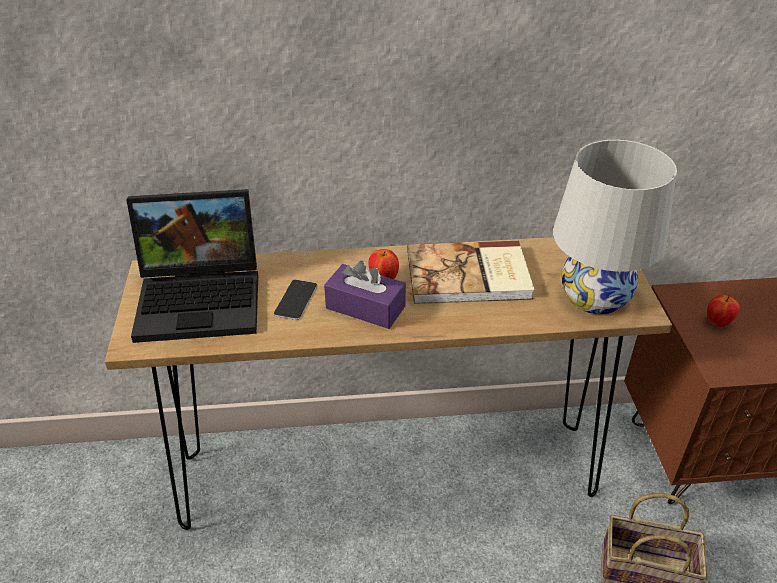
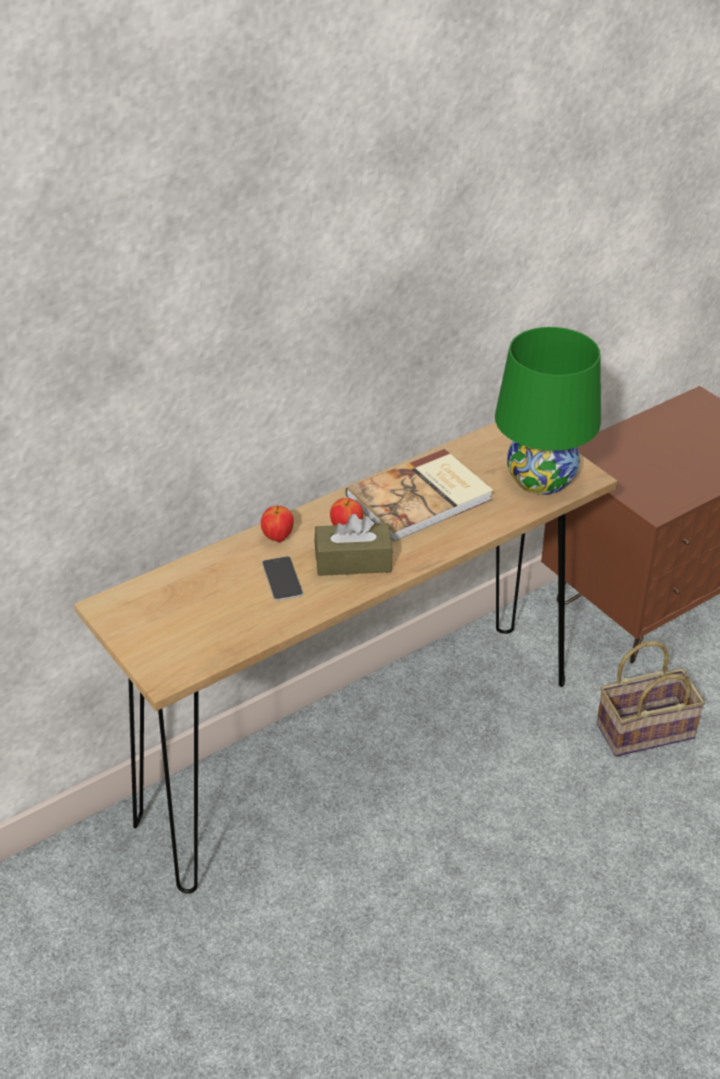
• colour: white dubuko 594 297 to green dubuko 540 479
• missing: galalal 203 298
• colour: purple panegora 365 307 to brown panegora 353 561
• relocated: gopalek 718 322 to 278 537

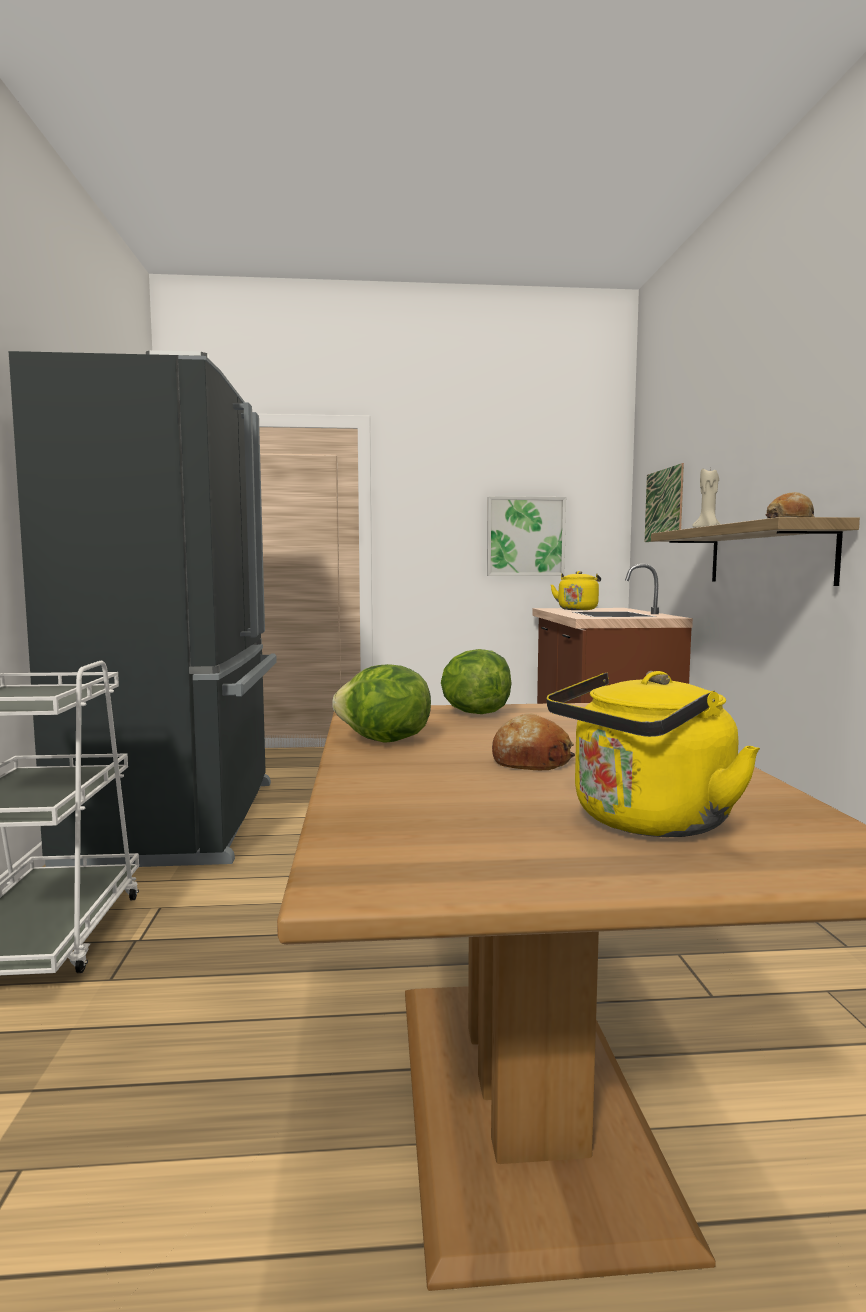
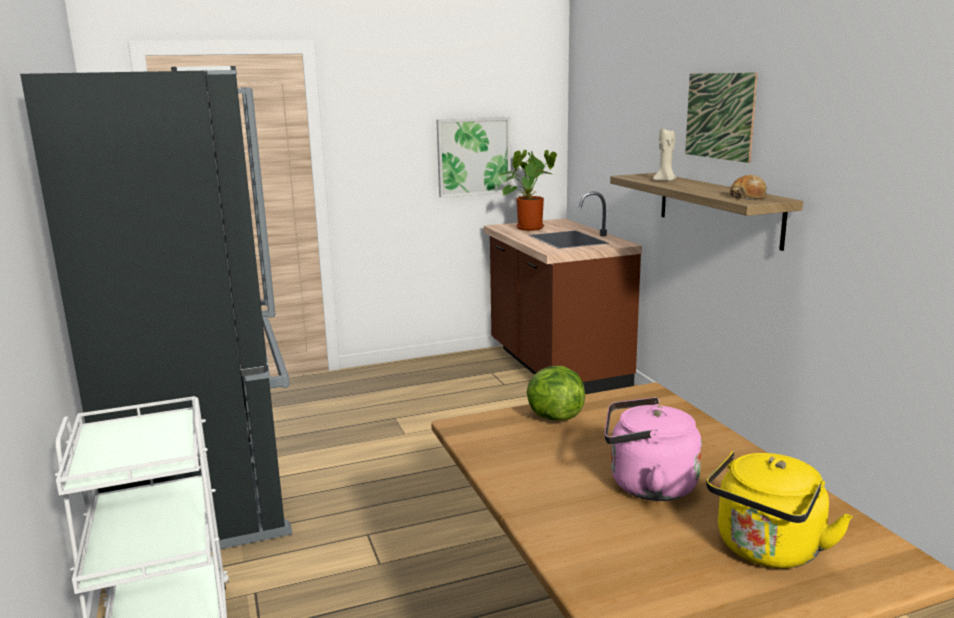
• relocated: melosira 663 505 to 719 116
• exchanged: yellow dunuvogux 578 609 to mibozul 528 227
• missing: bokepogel 384 741
• exchanged: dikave 531 761 to pink dunuvogux 646 485

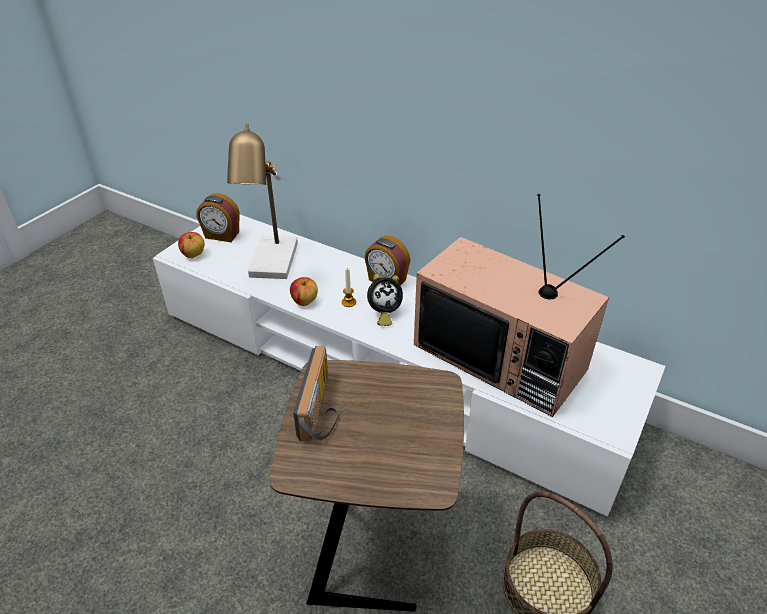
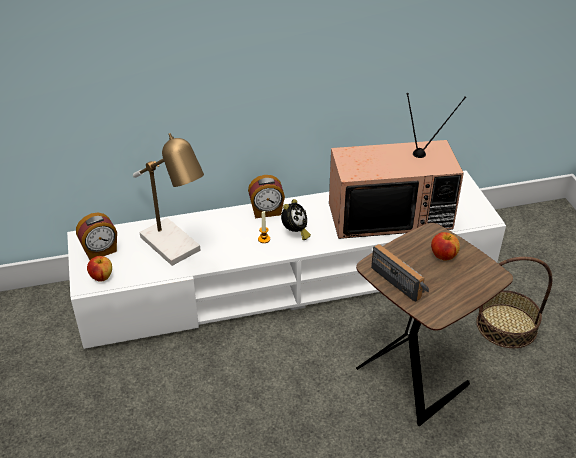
• relocated: gopalek 304 301 to 443 256

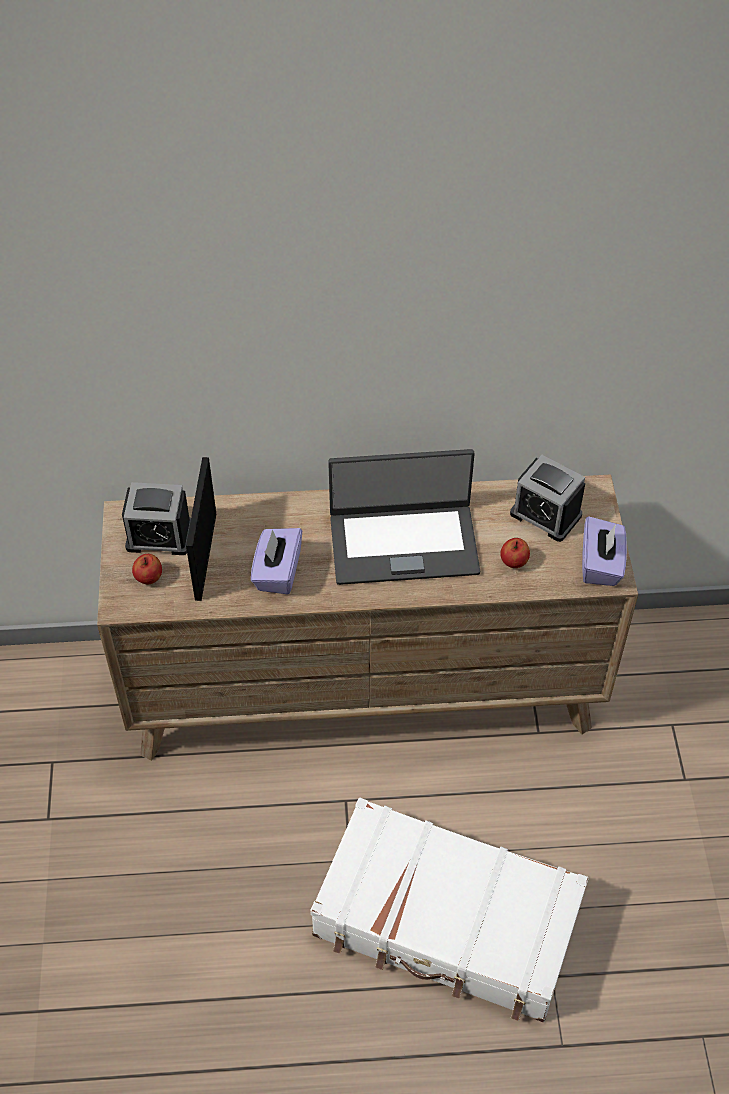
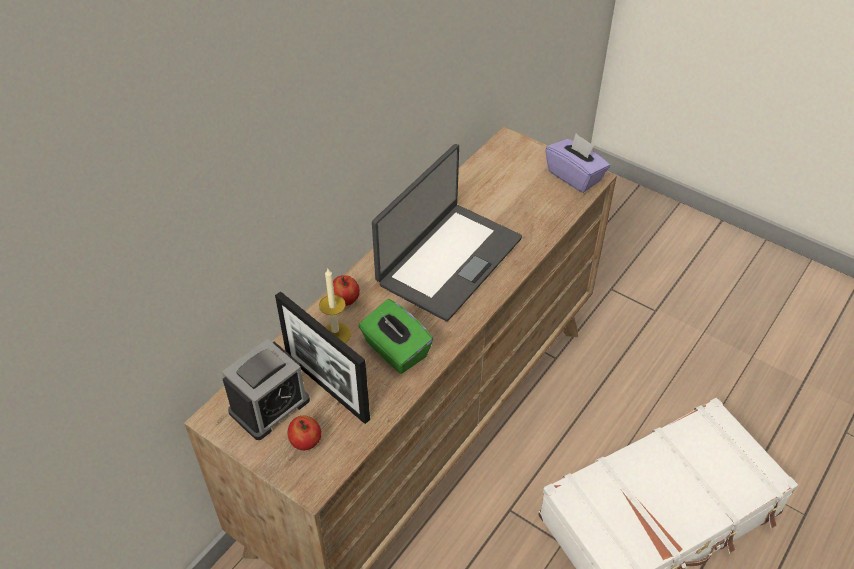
• missing: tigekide 545 514
• colour: purple panegora 277 572 to green panegora 395 351
• relocated: gopalek 513 562 to 346 300
• appeared: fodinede 335 334

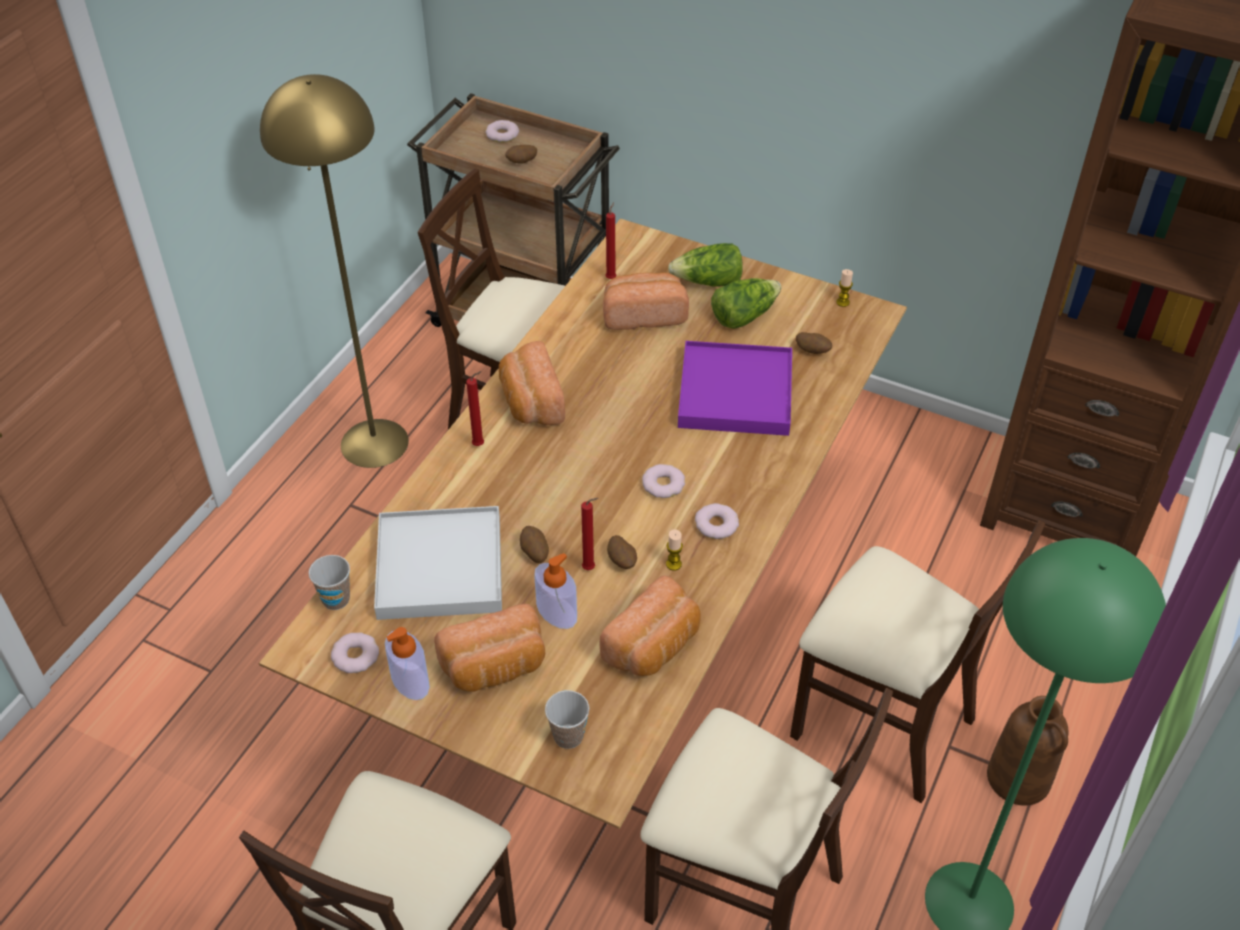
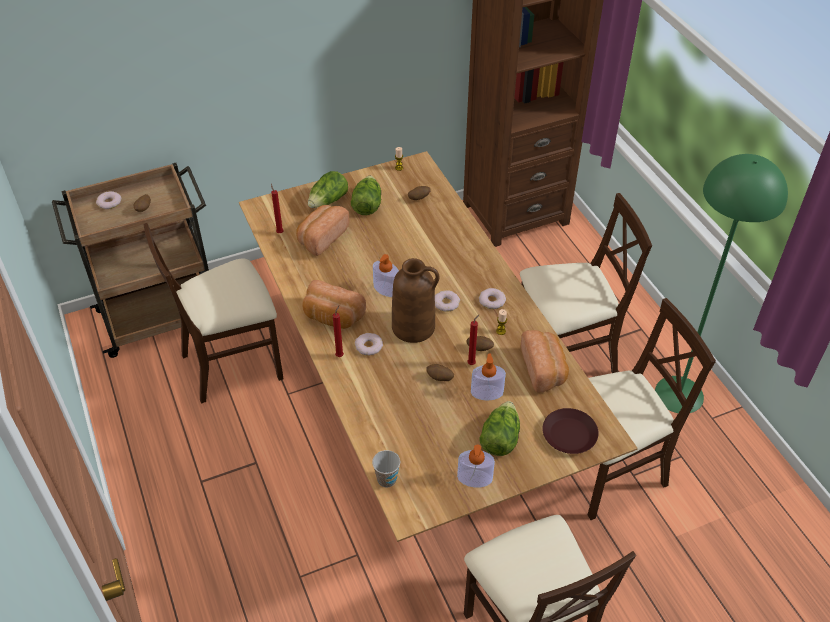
• missing: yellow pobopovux 374 443
• missing: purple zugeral 735 393
• missing: white zugeral 440 567
• exchanged: dikave 495 667 to bokepogel 499 438
• relocated: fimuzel 355 656 to 368 346
• exchanged: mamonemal 568 736 to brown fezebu 569 435
• relocated: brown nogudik 1019 779 to 414 327
• appeared: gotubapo 386 289

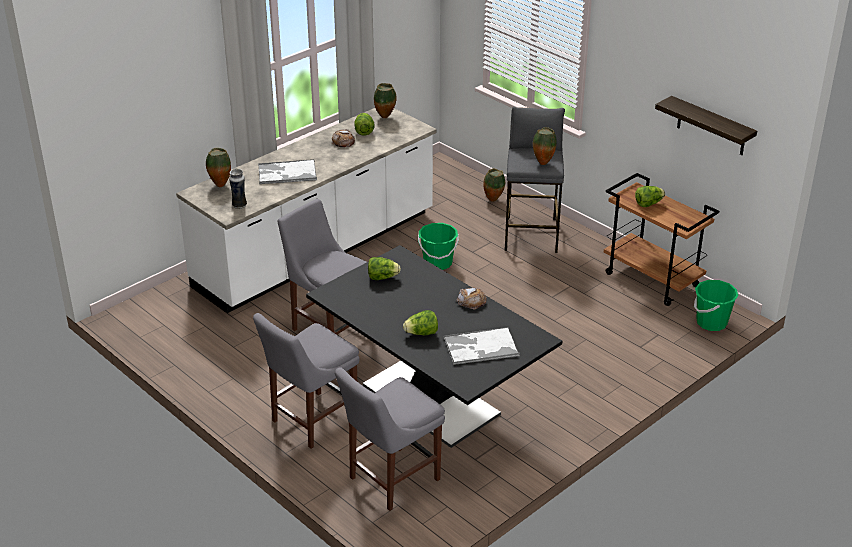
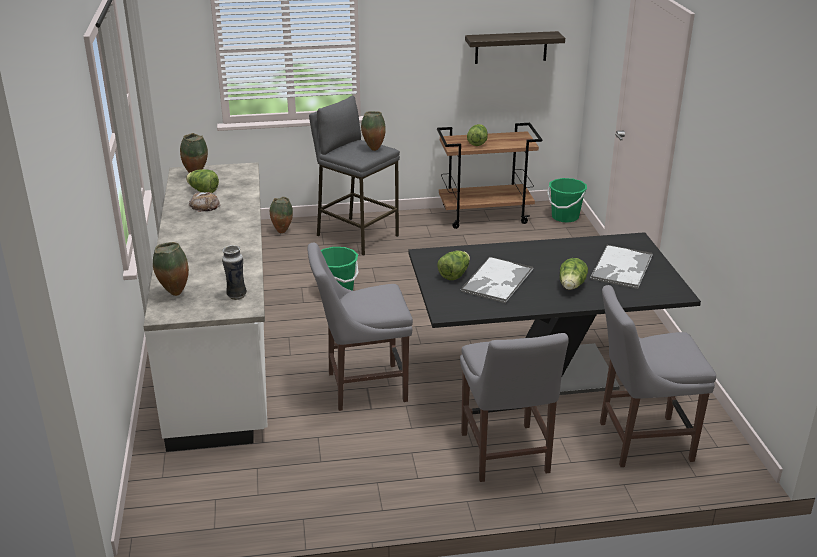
• relocated: zugeral 286 173 to 497 281
• missing: dikave 471 301
• spun: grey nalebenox 390 480 = 640 441 90 degrees clockwise

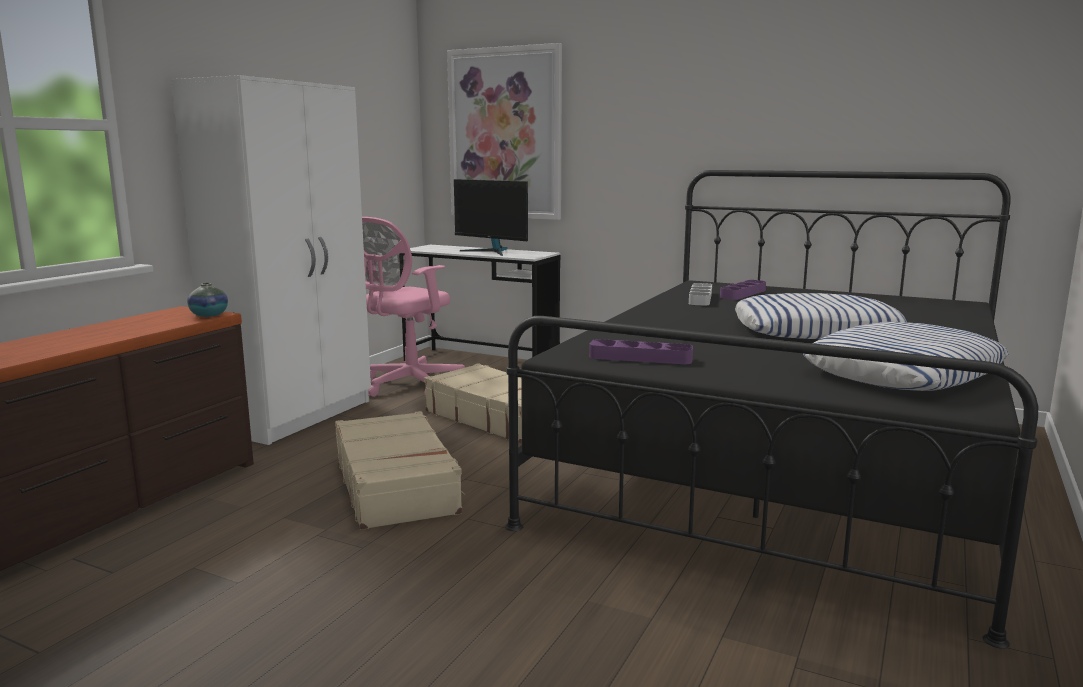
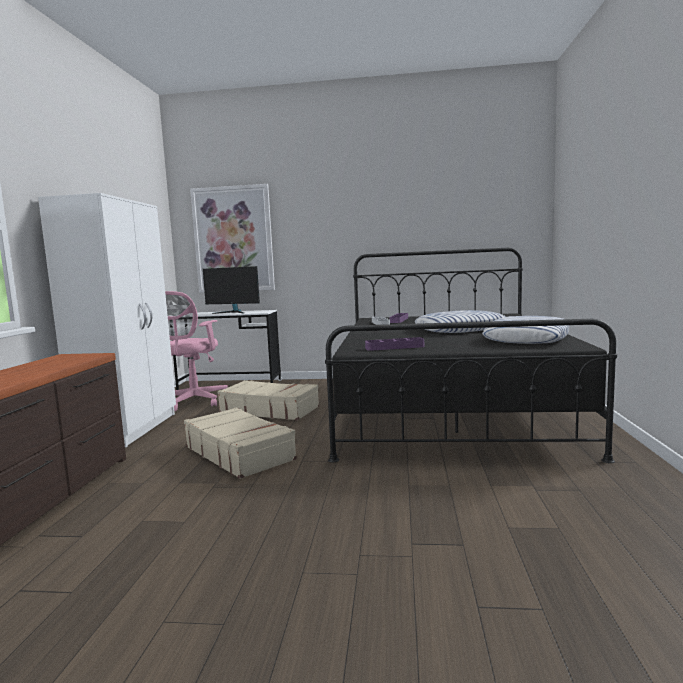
• missing: nogudik 209 315

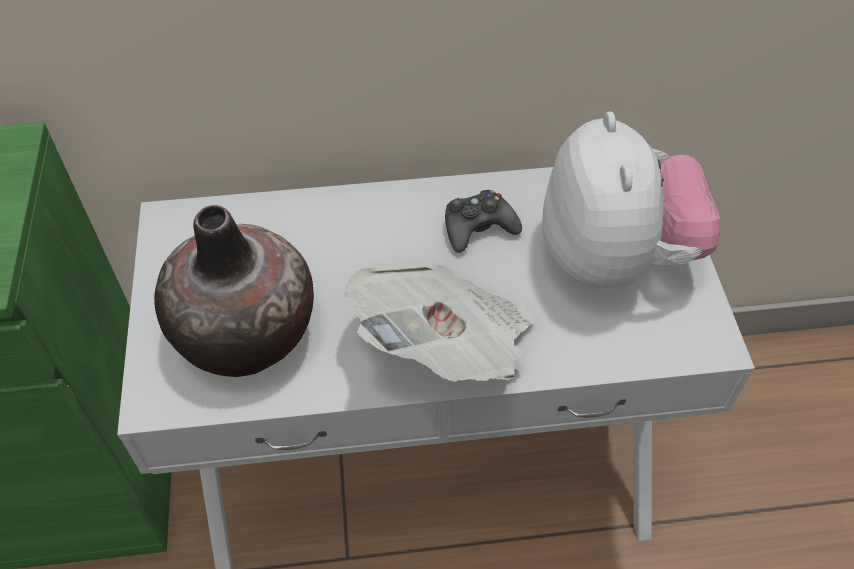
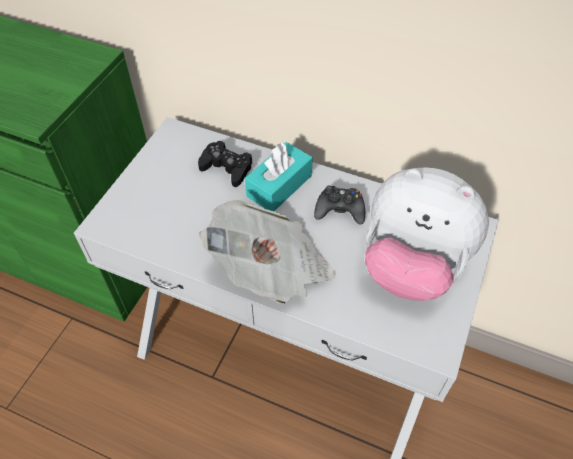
• spun: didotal 614 259 = 411 266 90 degrees clockwise
• missing: nogudik 246 333
• appeared: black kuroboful 226 168
• appeared: turquoise panegora 279 186

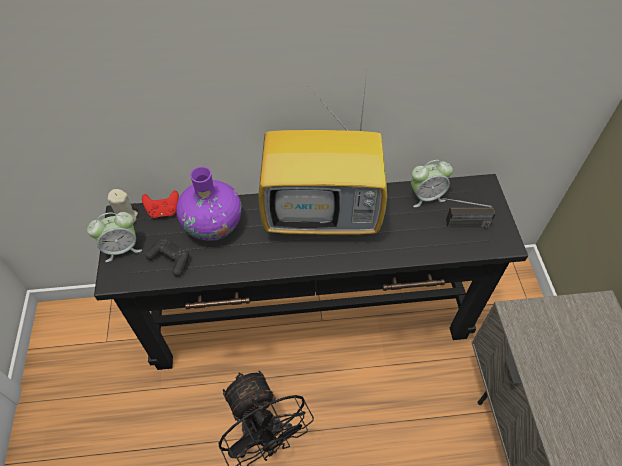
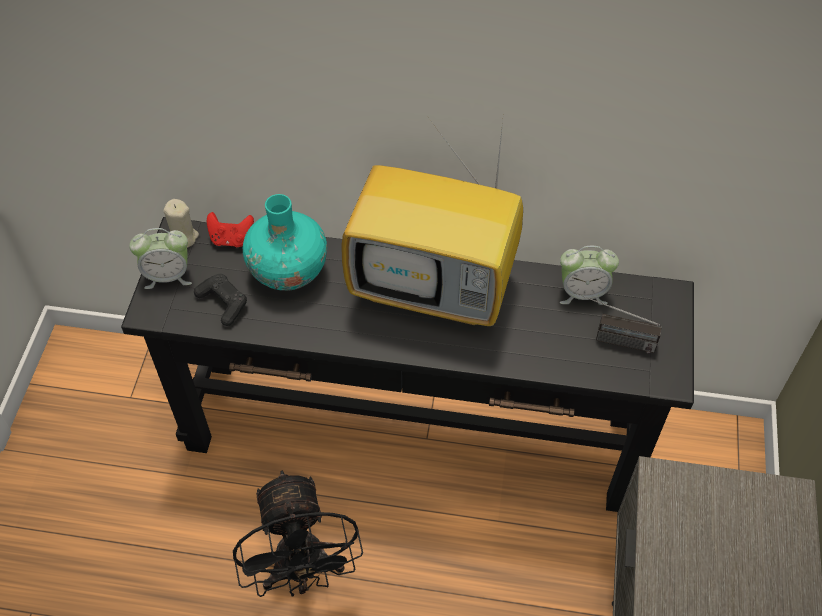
• colour: purple nogudik 213 225 to turquoise nogudik 288 271

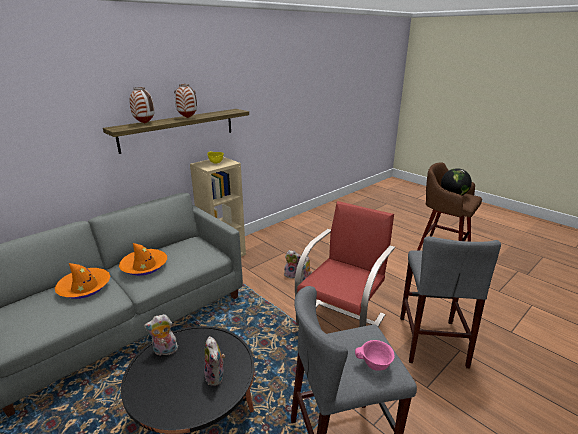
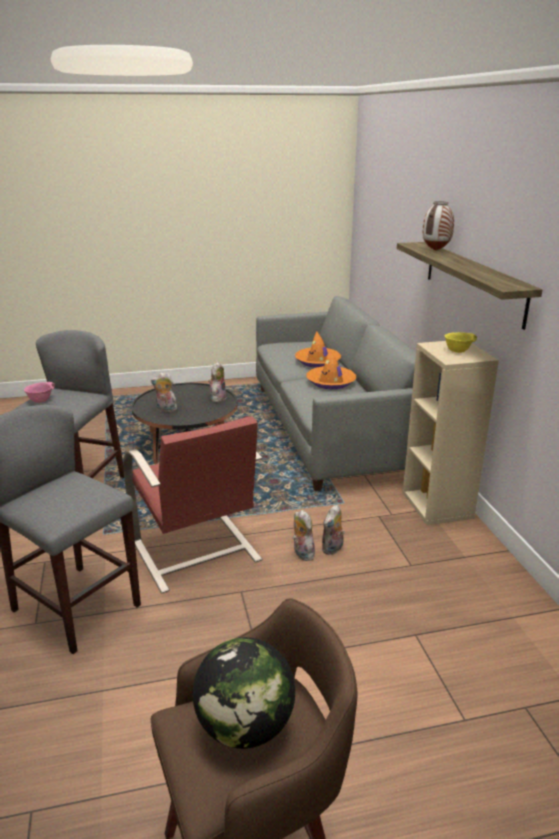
• missing: nogudik 188 118

